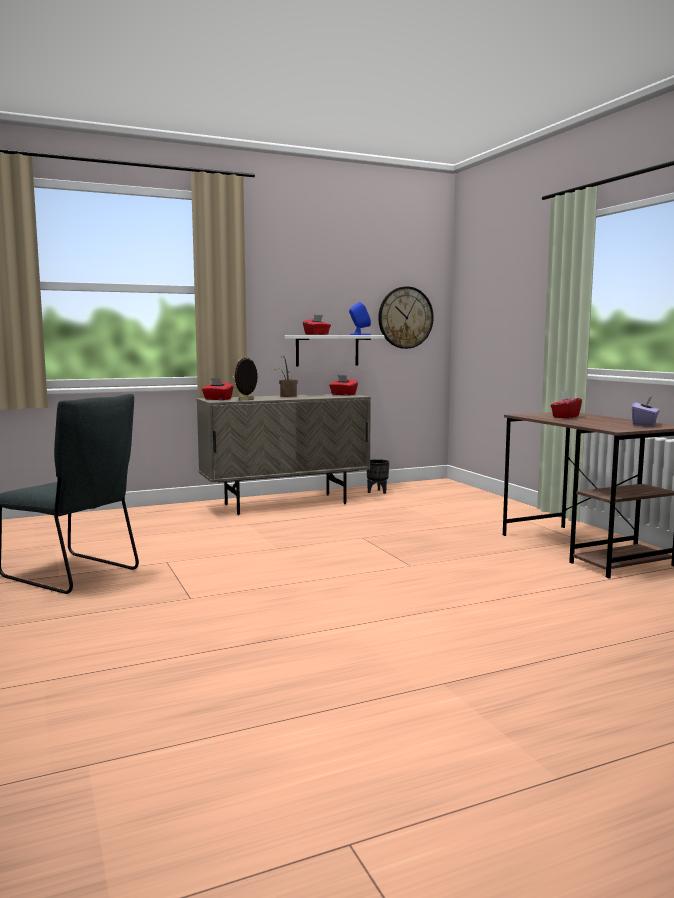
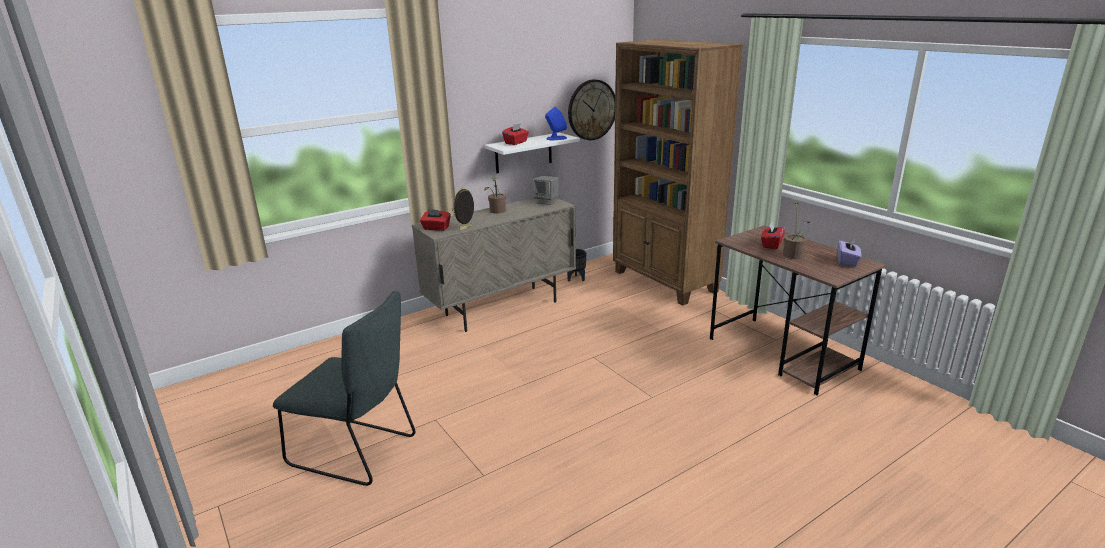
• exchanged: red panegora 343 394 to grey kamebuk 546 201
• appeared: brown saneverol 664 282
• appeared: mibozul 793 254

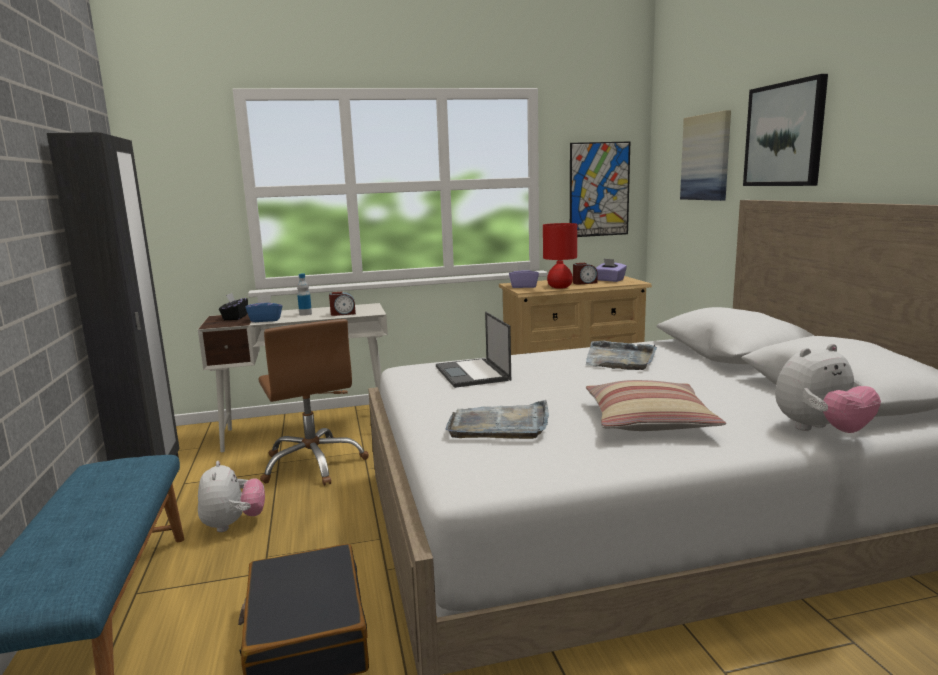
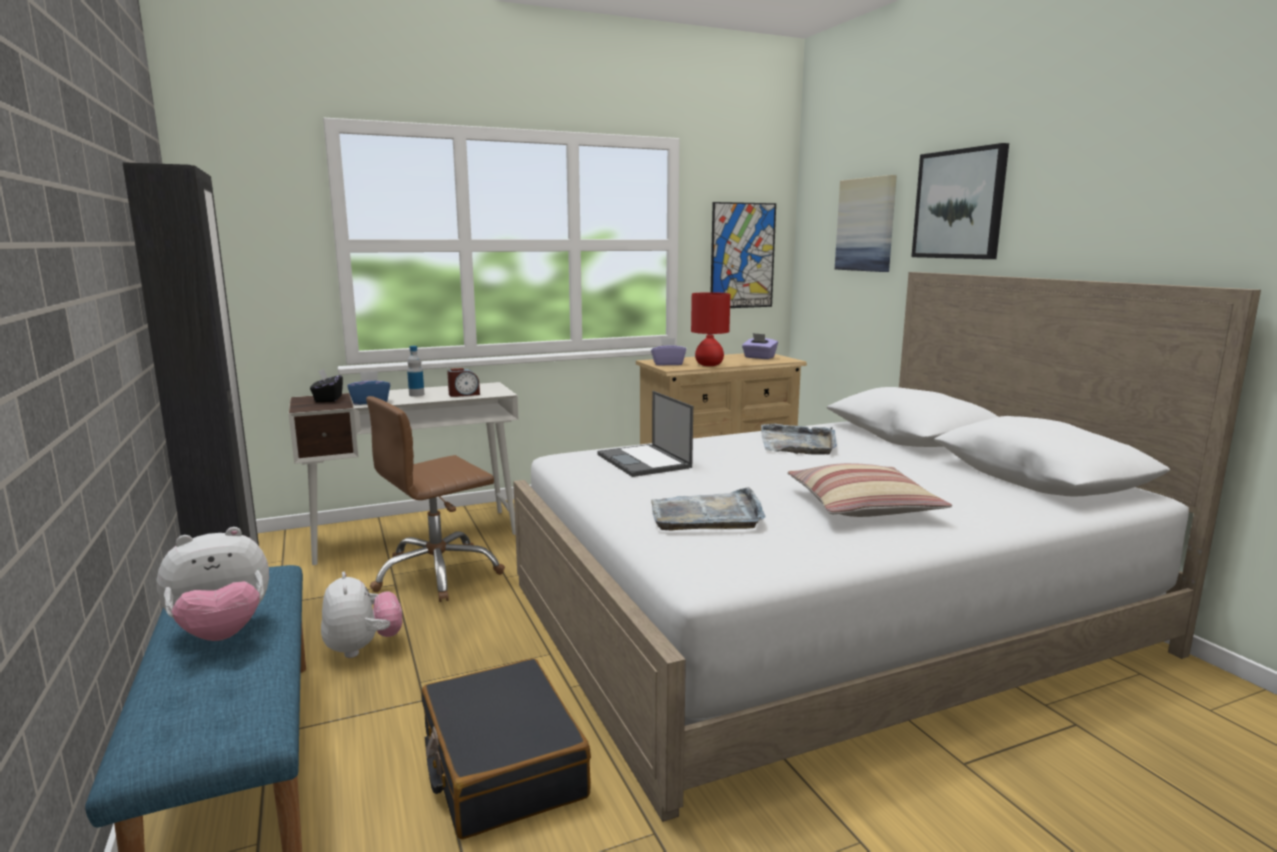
• missing: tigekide 584 283
• spun: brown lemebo 313 464 = 437 574 90 degrees clockwise
• relocated: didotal 820 431 to 222 633

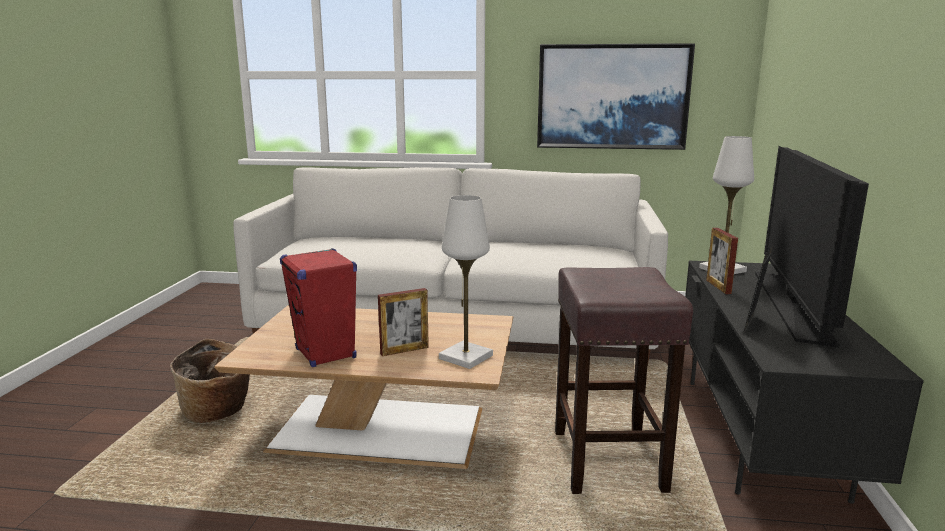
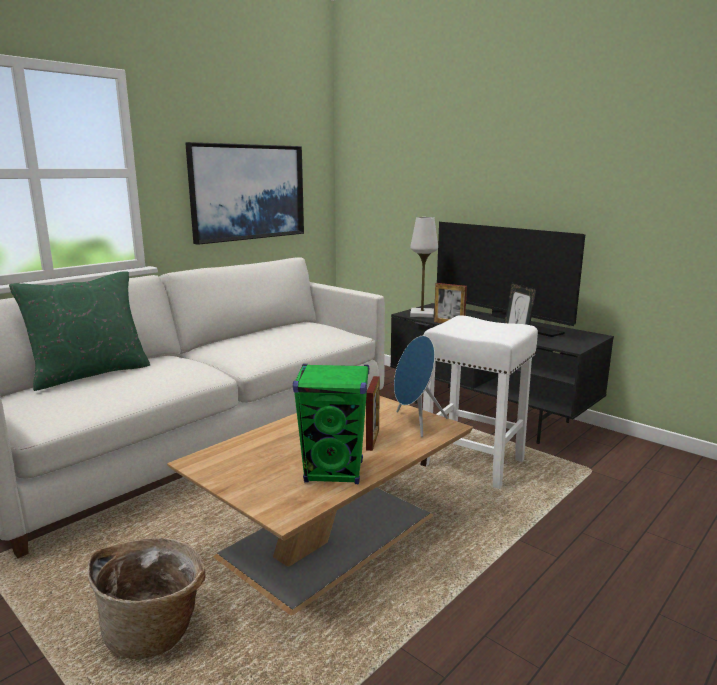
• exchanged: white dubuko 466 357 to blue kamebuk 415 423
• colour: red kamebuk 326 354 to green kamebuk 334 472
• colour: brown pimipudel 609 462 to white pimipudel 474 463
• appeared: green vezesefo 90 374

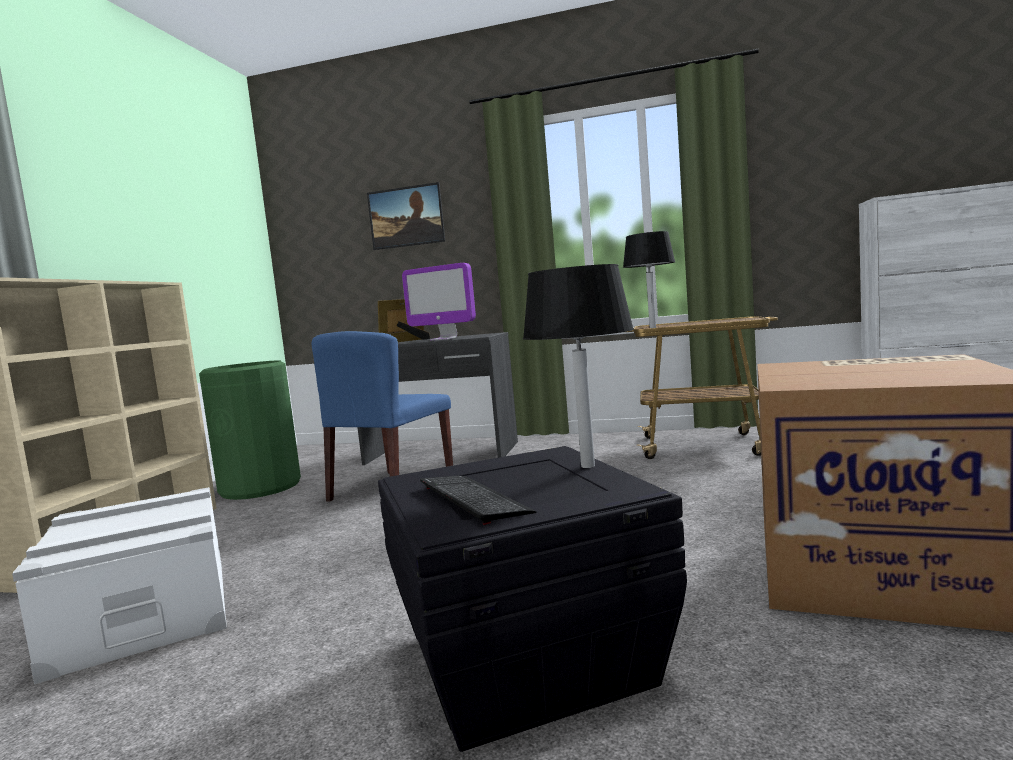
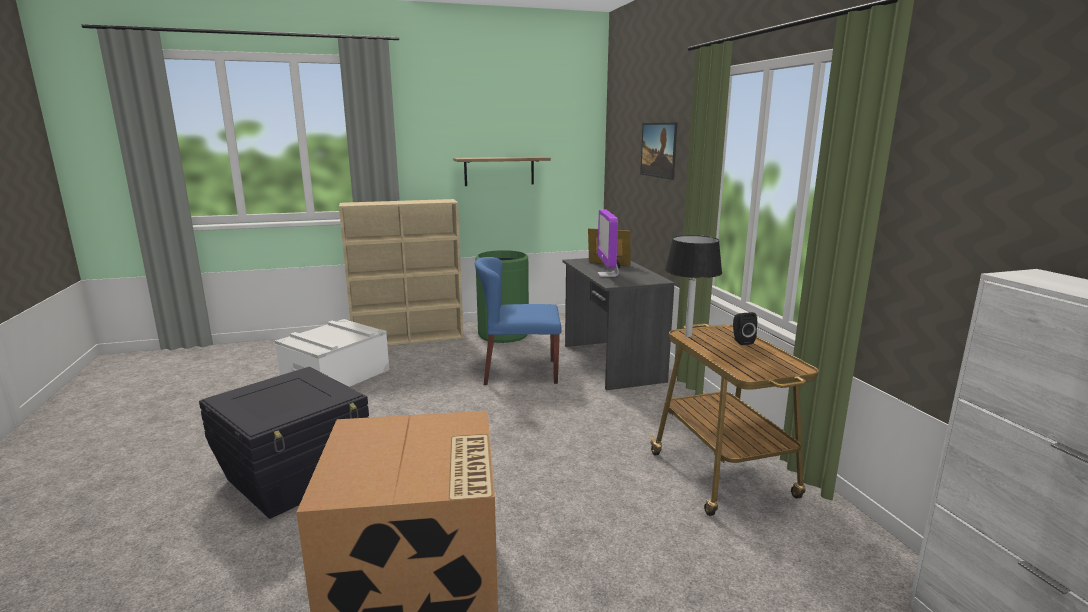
• missing: black dubuko 587 466
• missing: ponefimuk 472 499
• appeared: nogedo 499 171
• appeared: black kamebuk 741 341

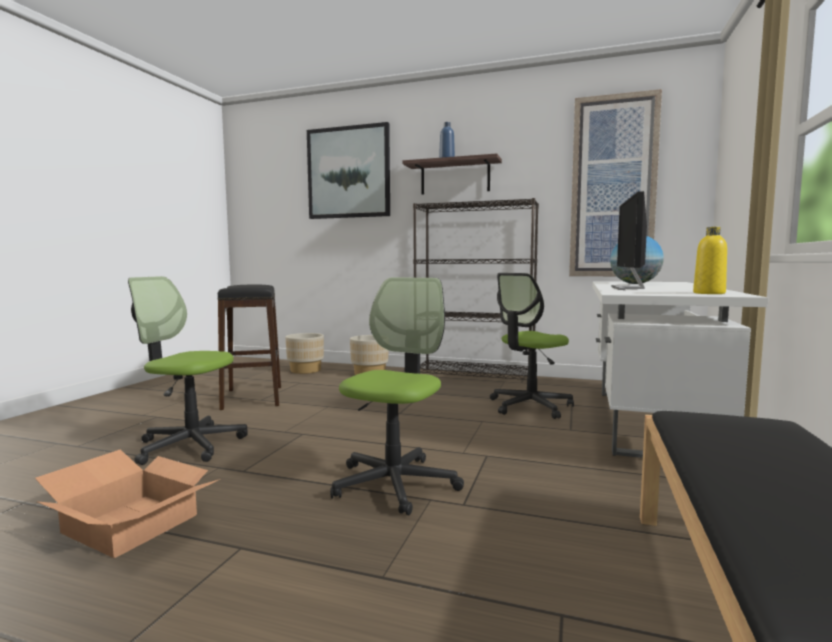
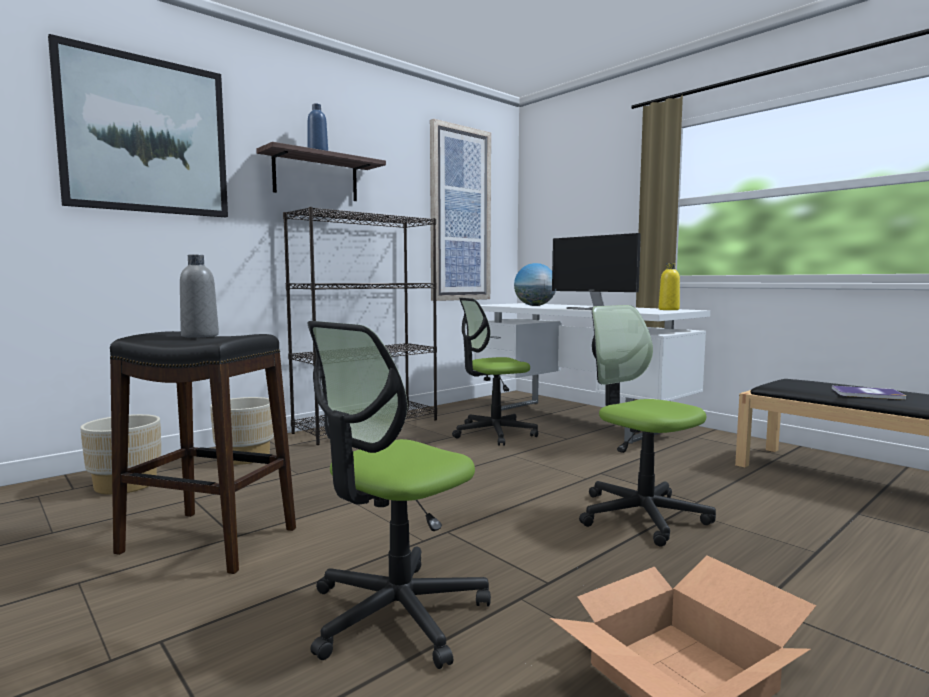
• spun: lemebo 530 406 = 493 433 75 degrees clockwise
• appeared: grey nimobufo 200 336
• appeared: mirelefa 867 394

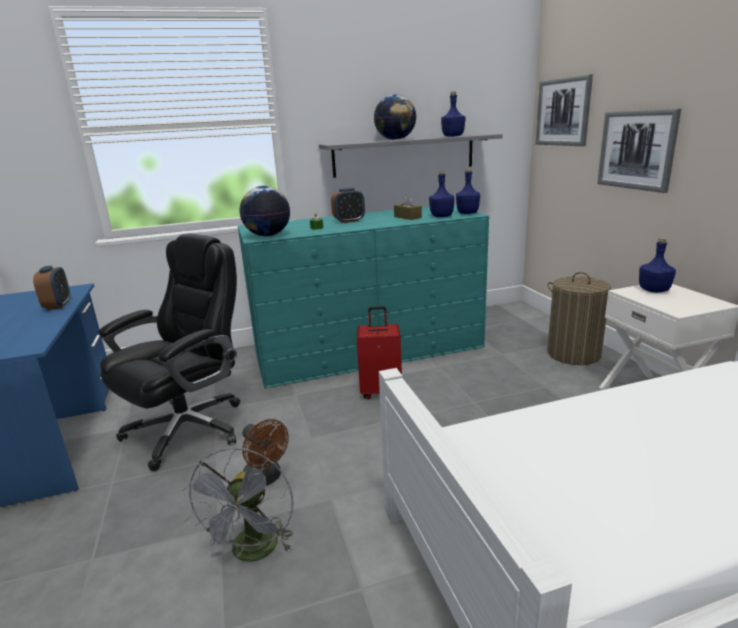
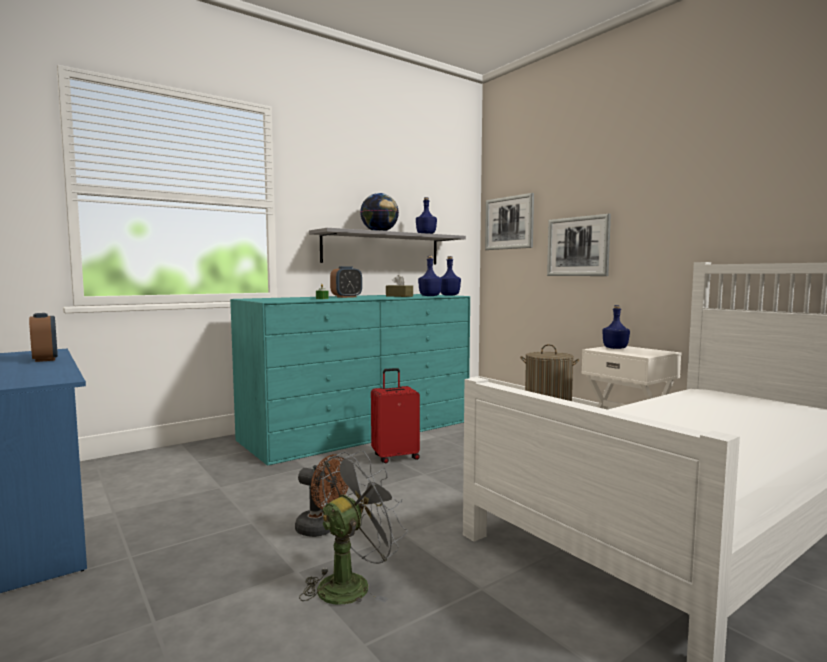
• missing: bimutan 268 235
• missing: black lemebo 189 428
• spun: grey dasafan 253 553 = 351 584 120 degrees counterclockwise

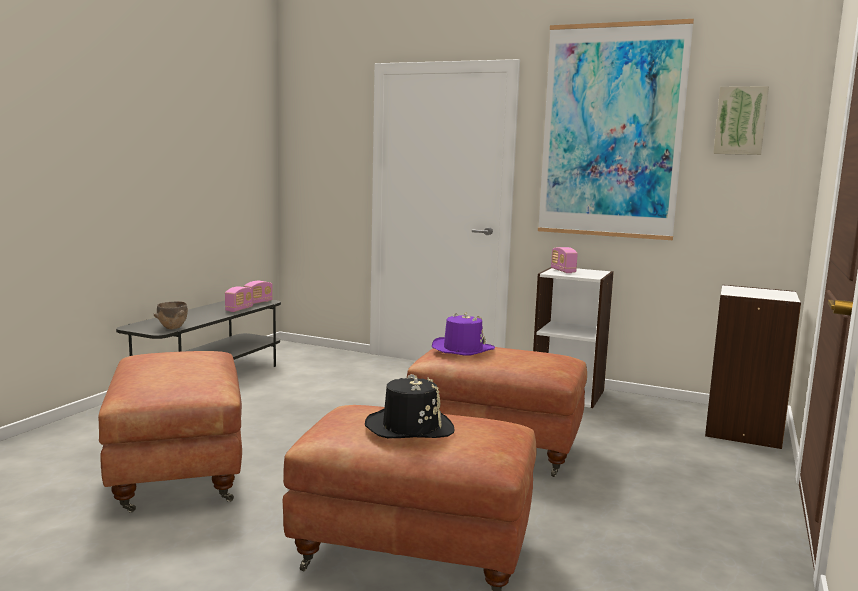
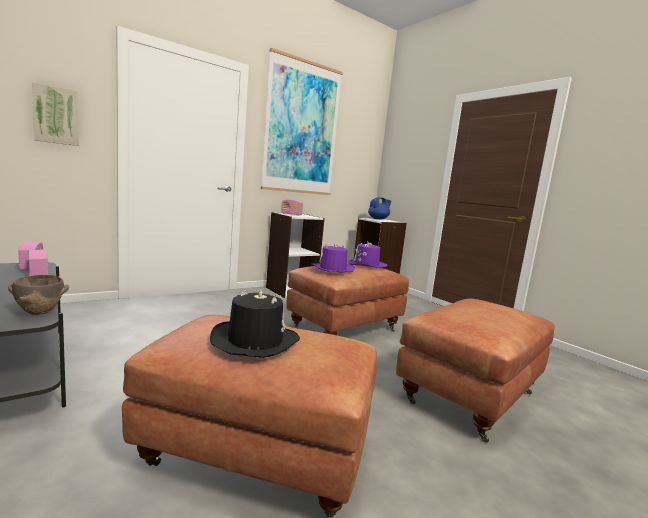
• relocated: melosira 740 121 to 56 115
• relocated: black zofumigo 409 427 to 254 341
• appeared: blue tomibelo 378 219
• appeared: purple zofumigo 367 265

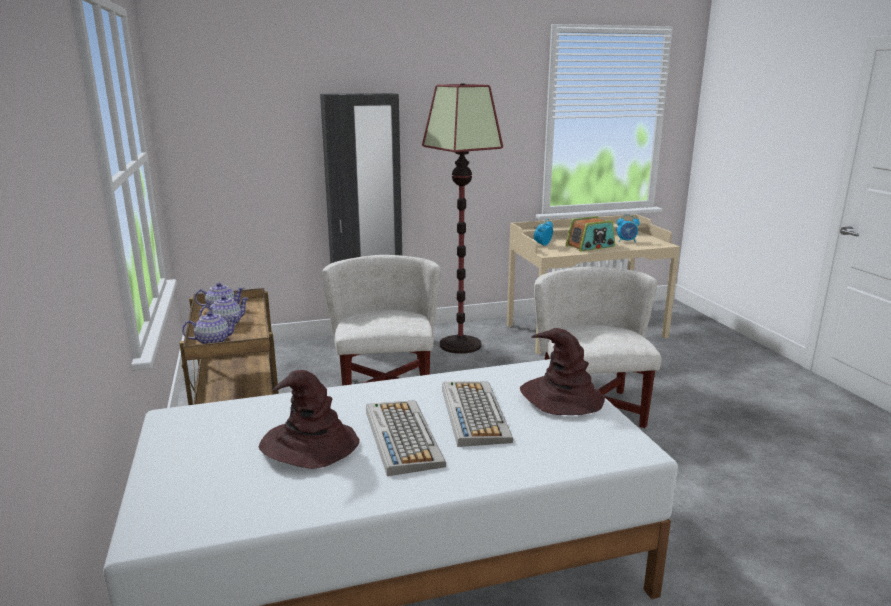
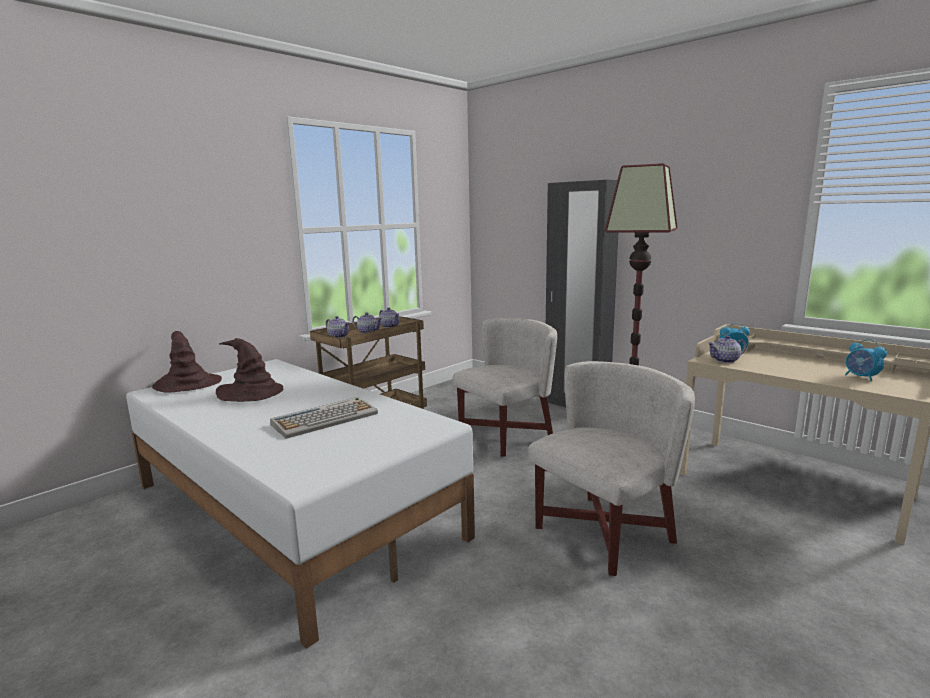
• missing: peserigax 590 246
• relocated: brown zofumigo 560 397 to 187 384
• missing: ponefimuk 401 437
• appeared: tomibelo 725 360

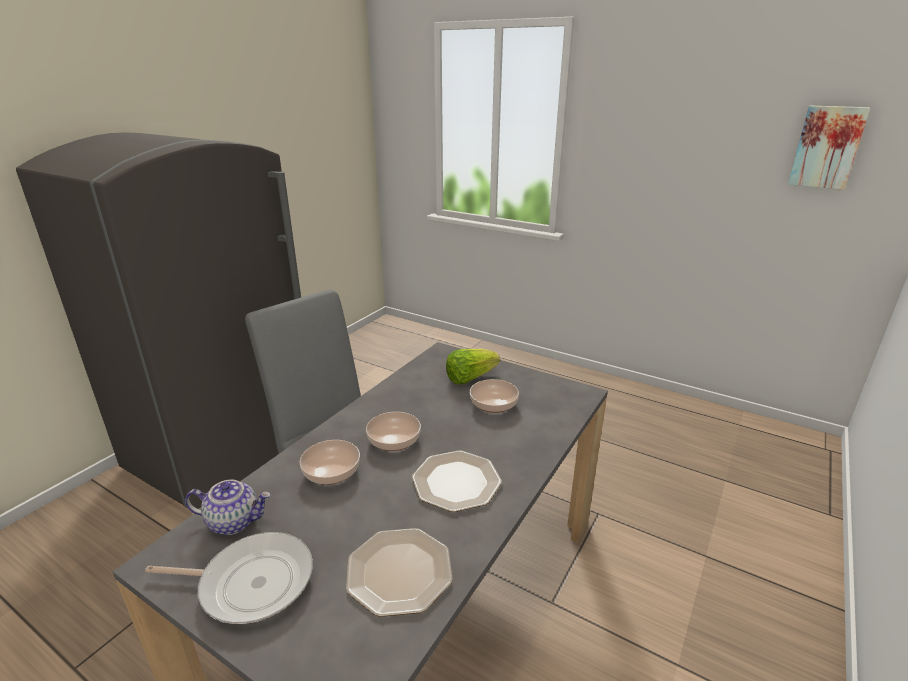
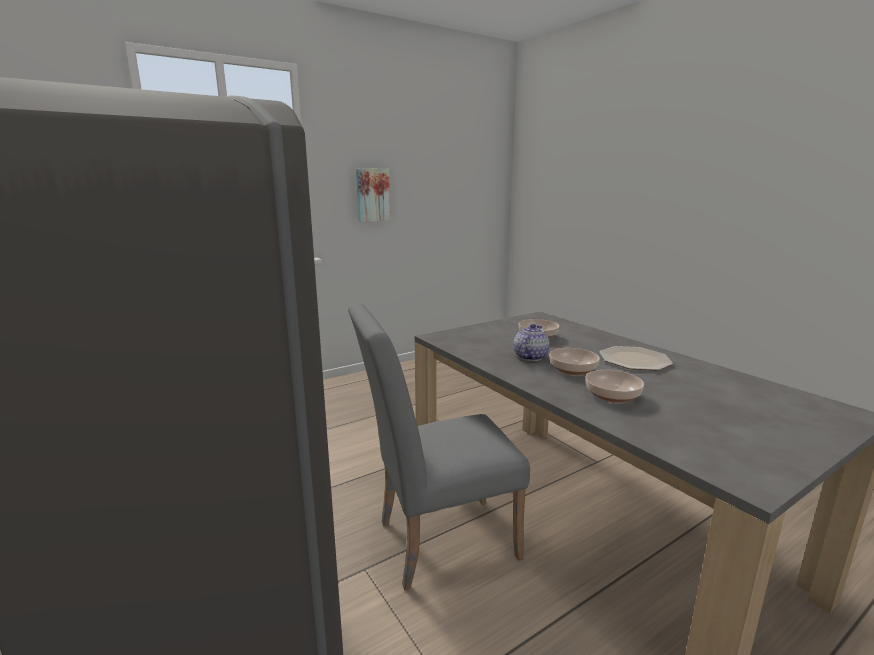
• relocated: melosira 827 147 to 372 195
• missing: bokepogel 470 378
• relocated: tomibelo 234 521 to 530 357
• missing: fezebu 400 571
• missing: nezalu 251 582

